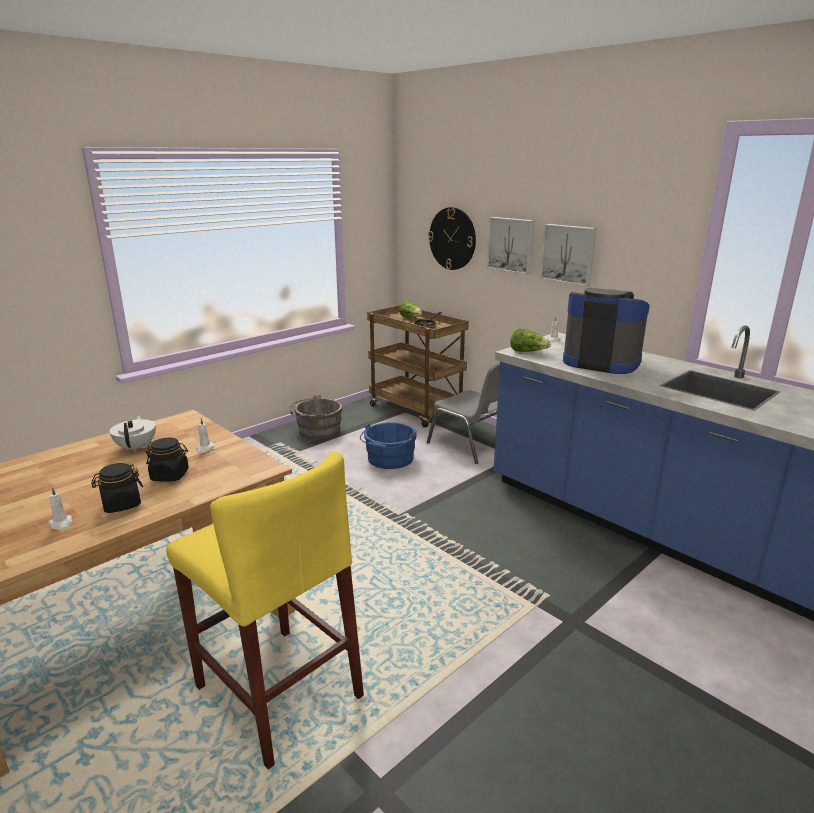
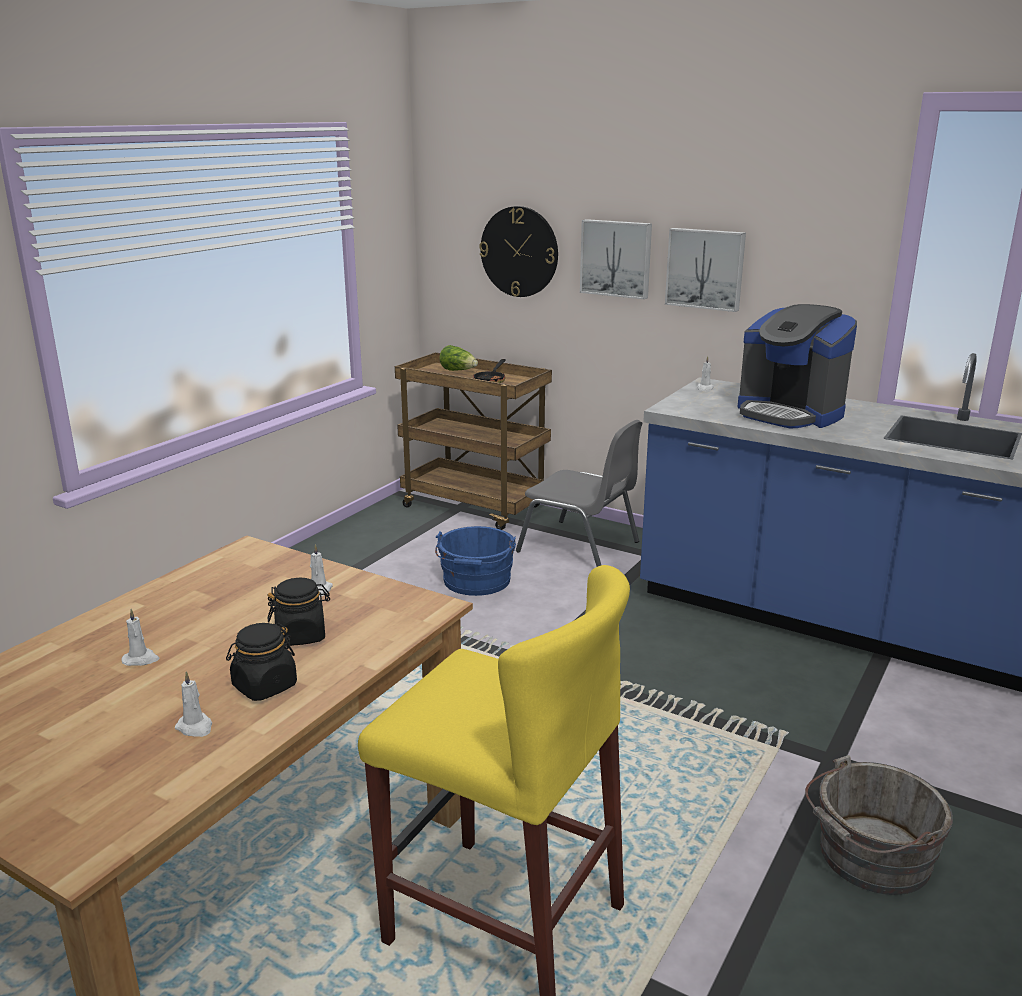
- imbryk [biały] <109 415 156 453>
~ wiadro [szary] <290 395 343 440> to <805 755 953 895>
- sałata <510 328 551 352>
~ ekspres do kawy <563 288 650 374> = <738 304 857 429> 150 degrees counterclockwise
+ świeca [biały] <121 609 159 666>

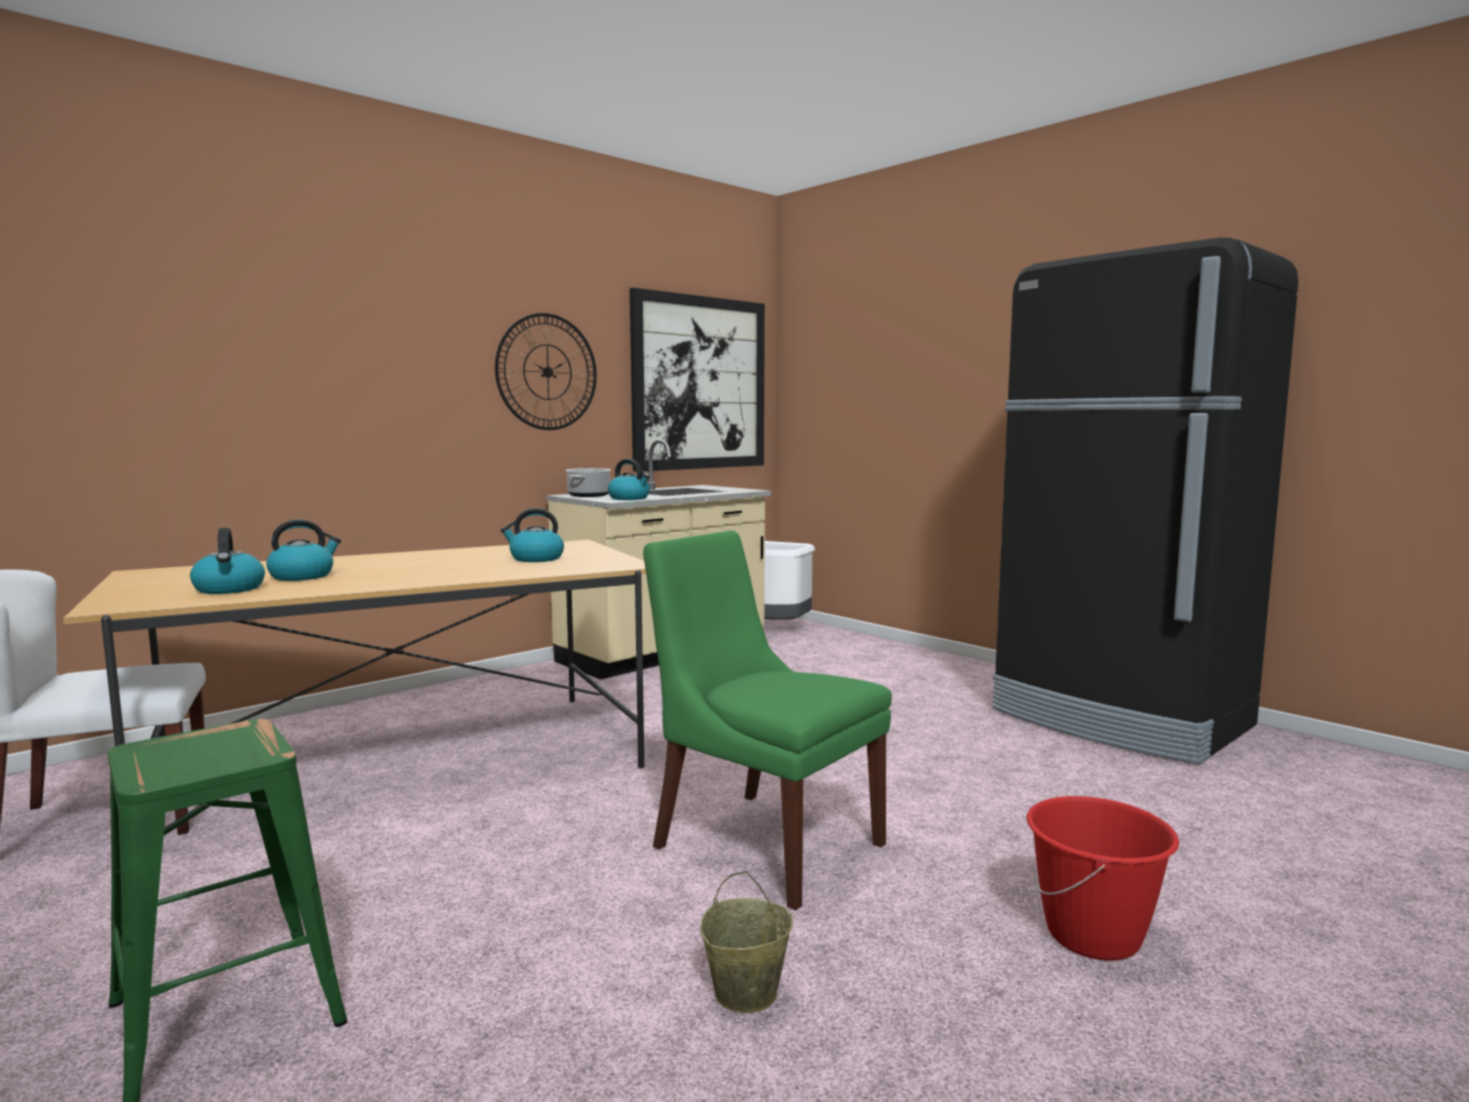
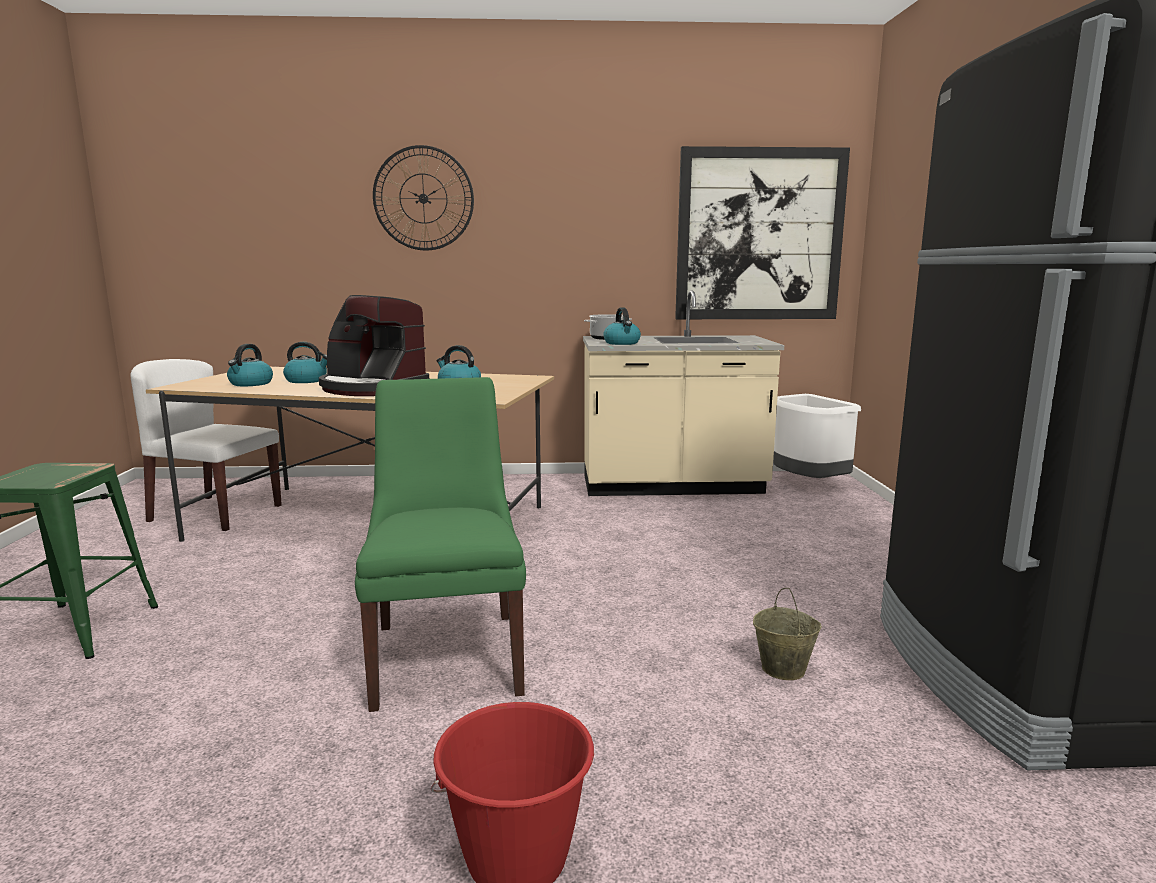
~ zegar ścienny <495 313 597 430> to <373 145 474 251>
~ wiadro [beżowy] <700 871 793 1013> to <753 588 822 680>
+ ekspres do kawy <319 295 429 396>

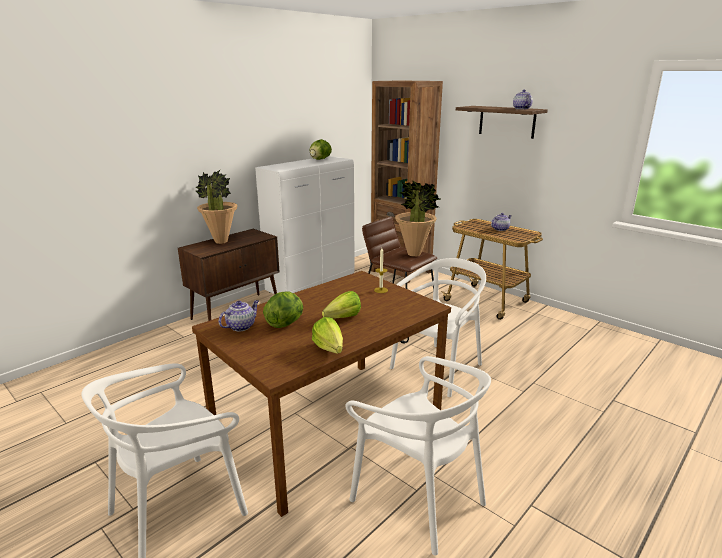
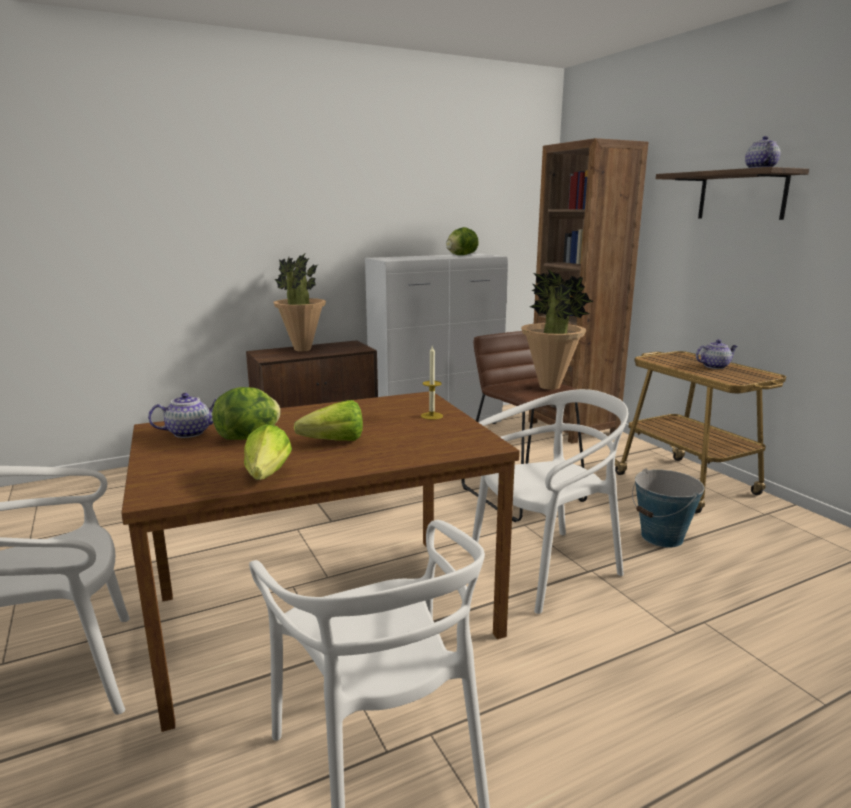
+ wiadro <632 468 705 547>

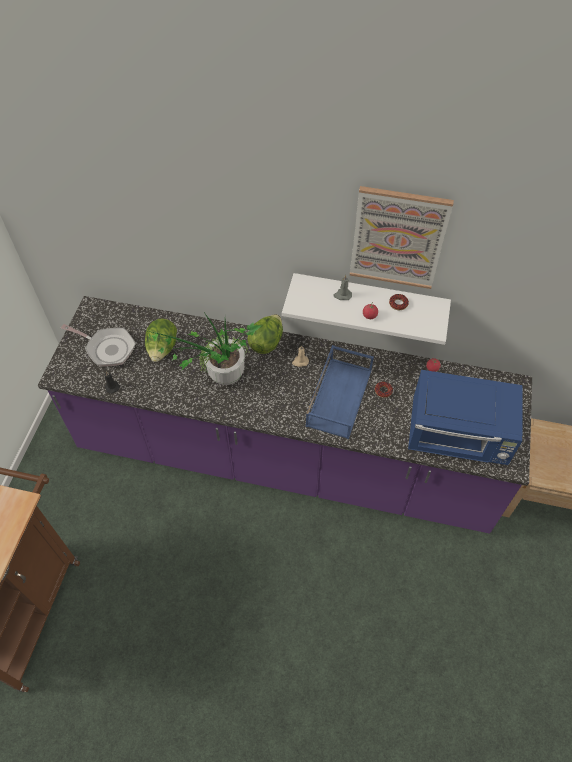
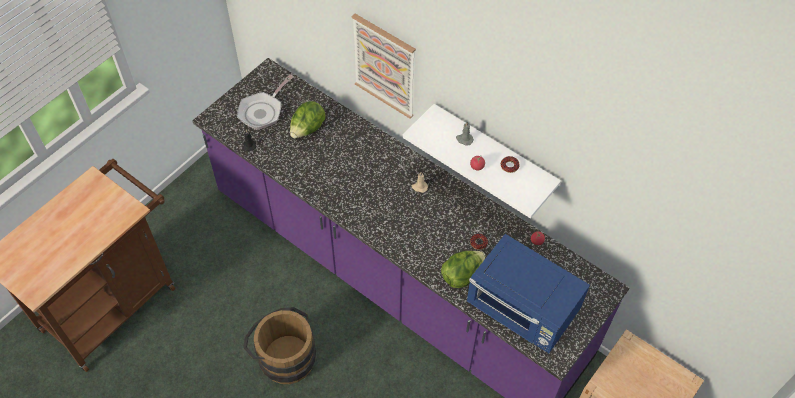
~ patelnia <61 324 136 367> = <237 74 294 130> 75 degrees clockwise
- roślina doniczkowa <144 311 261 385>
~ sałata <247 314 283 354> to <441 251 486 288>
- taca [niebieski] <306 345 374 439>
~ obraz <350 186 454 289> to <352 14 416 119>
+ wiadro [brązowy] <243 307 316 384>

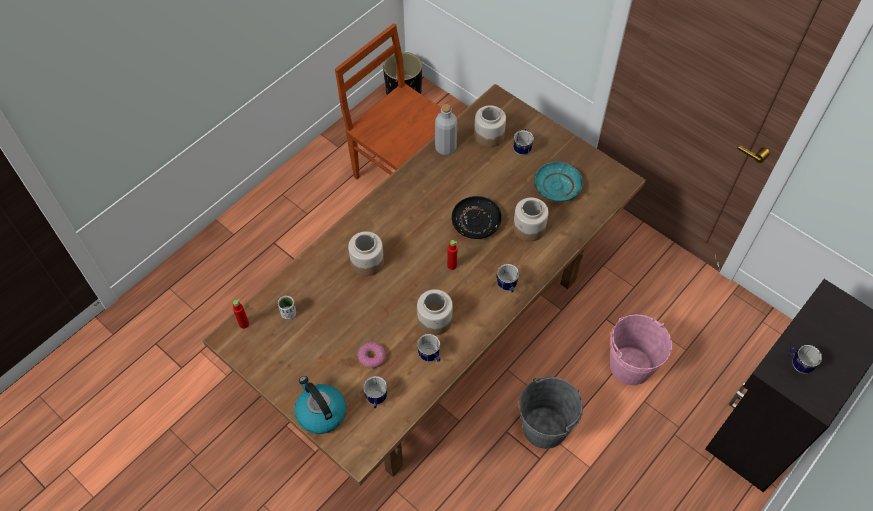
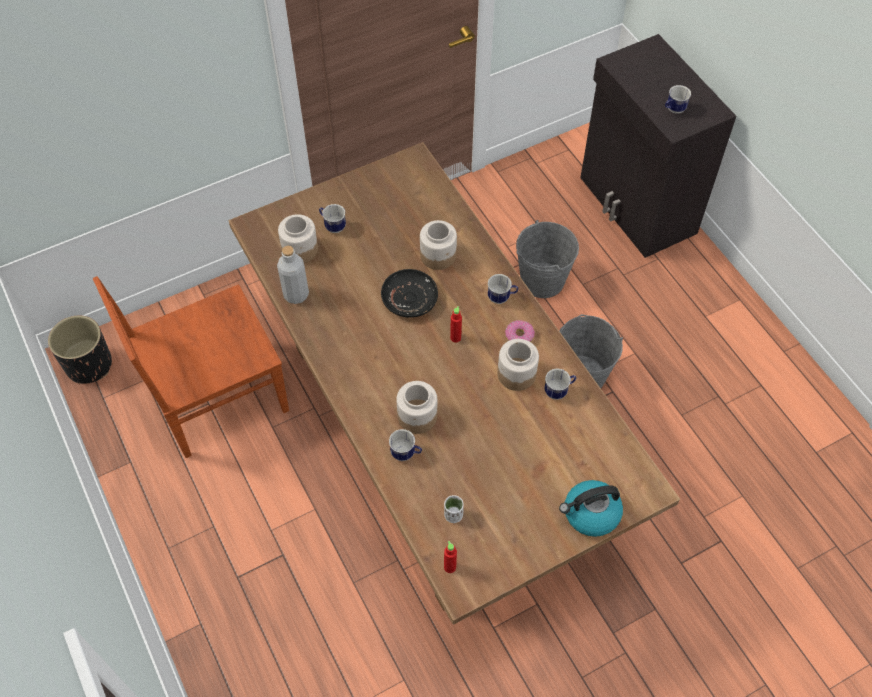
~ donut <357 342 386 369> to <505 320 535 342>
~ kubek <363 376 387 408> to <389 429 422 461>
- talerz [turkusowy] <534 162 583 202>
~ wiadro [różowy] <610 315 672 385> to wiadro [szary] <516 220 579 298>

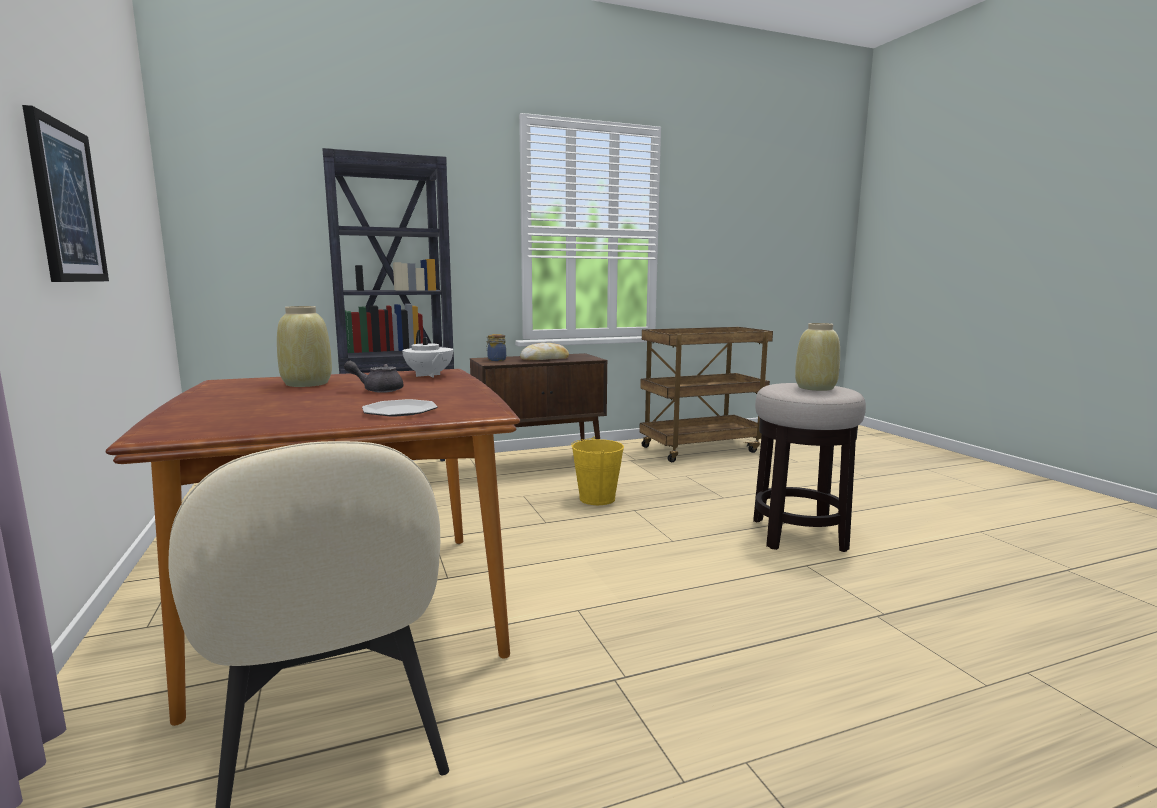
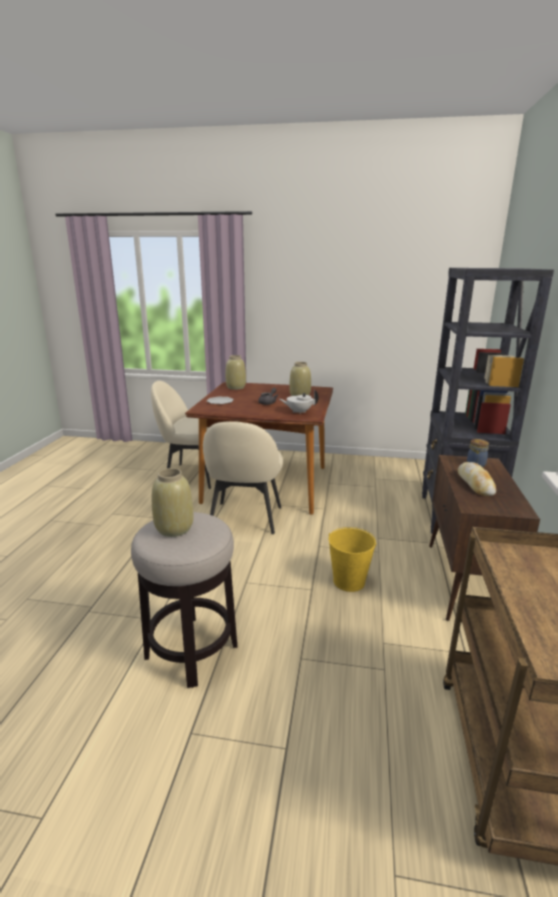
- obraz <22 105 109 282>
+ krzesło [beżowy] <203 421 283 534>
+ wazon [beżowy] <226 355 246 390>

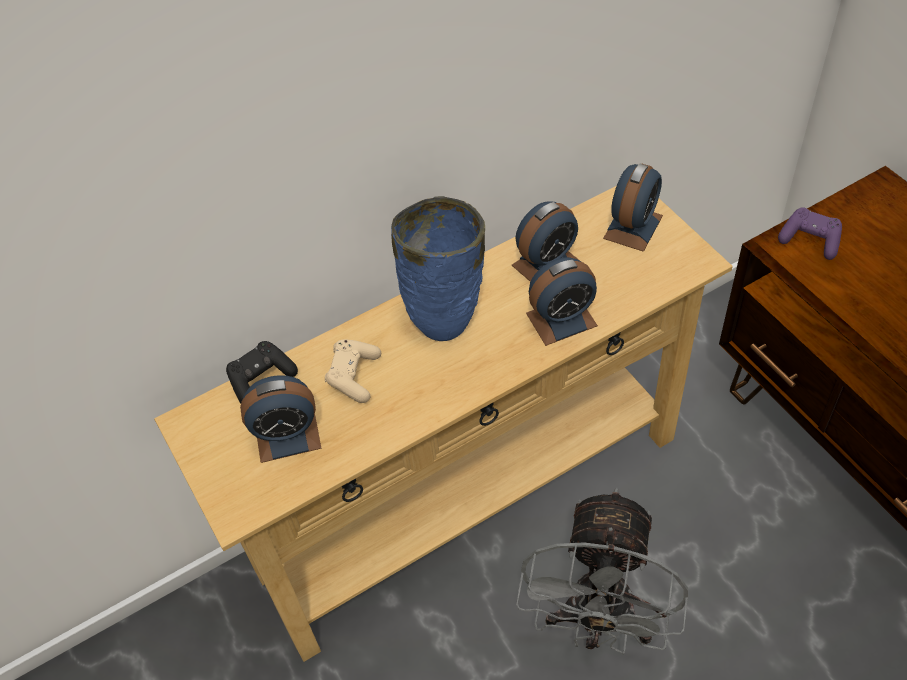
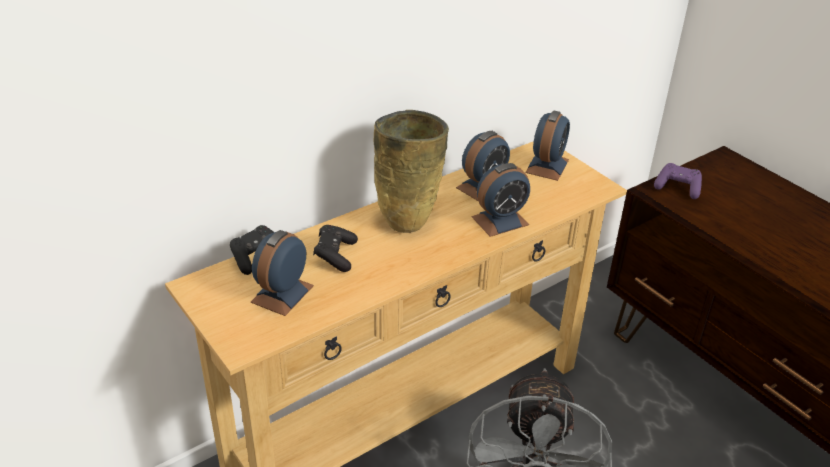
~ budzik <240 375 322 463> = <251 230 314 316> 135 degrees clockwise
~ pad do gier [beżowy] <325 340 381 403> to pad do gier [czarny] <313 225 358 272>
~ wazon [niebieski] <391 196 485 341> to wazon [beżowy] <374 110 449 233>

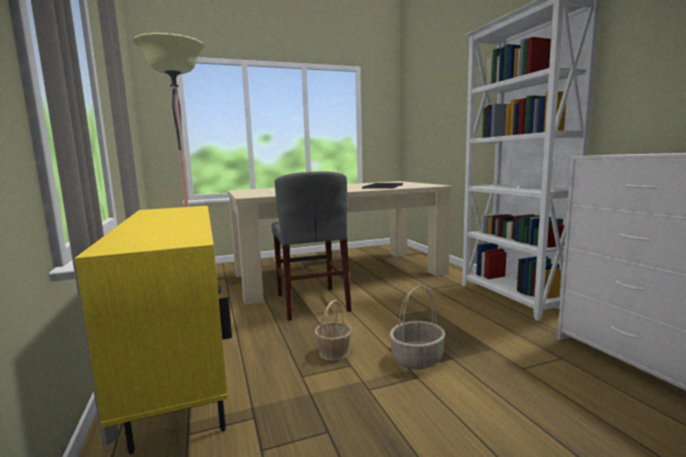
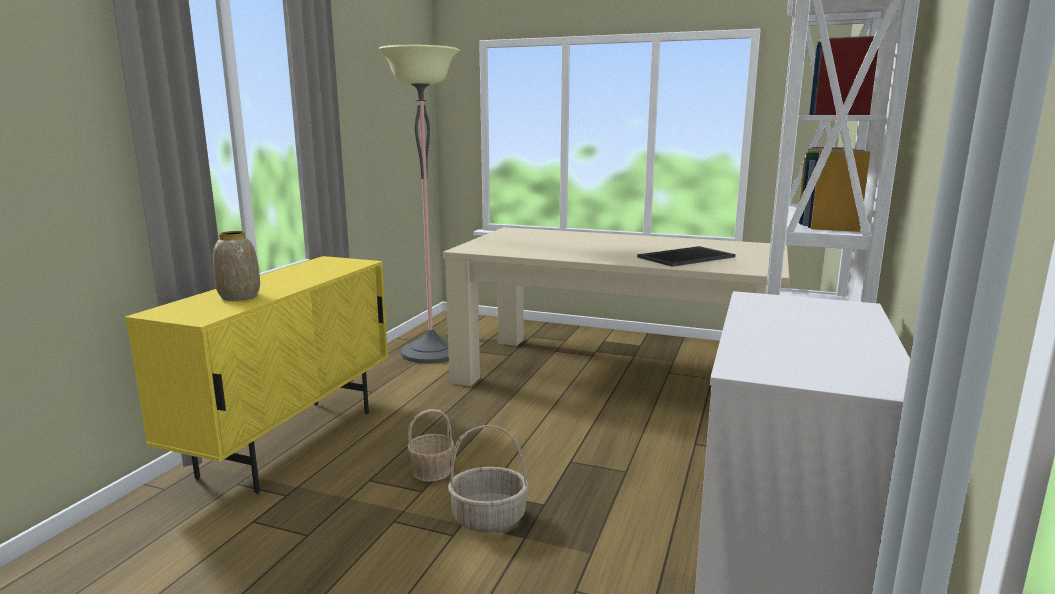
- krzesło [szary] <272 171 351 321>
+ wazon <213 231 260 301>

